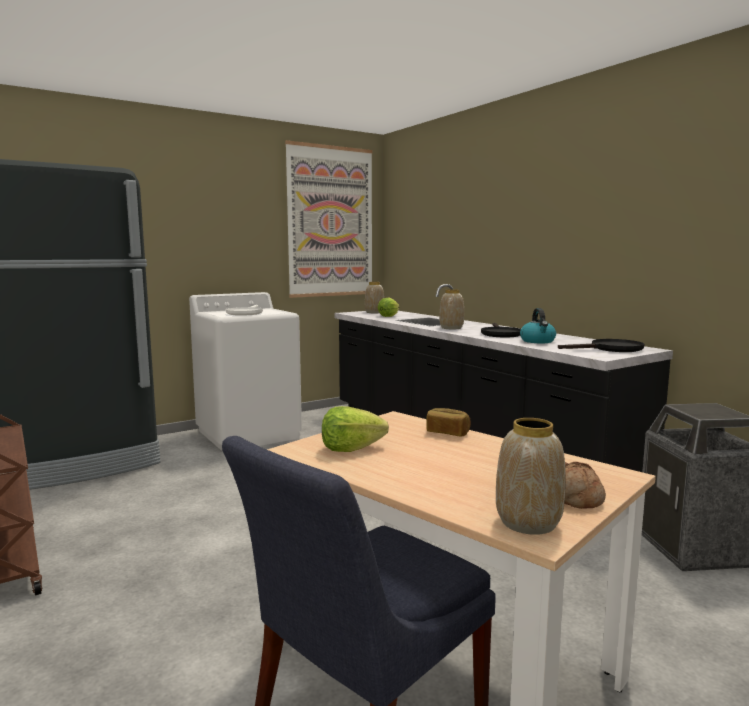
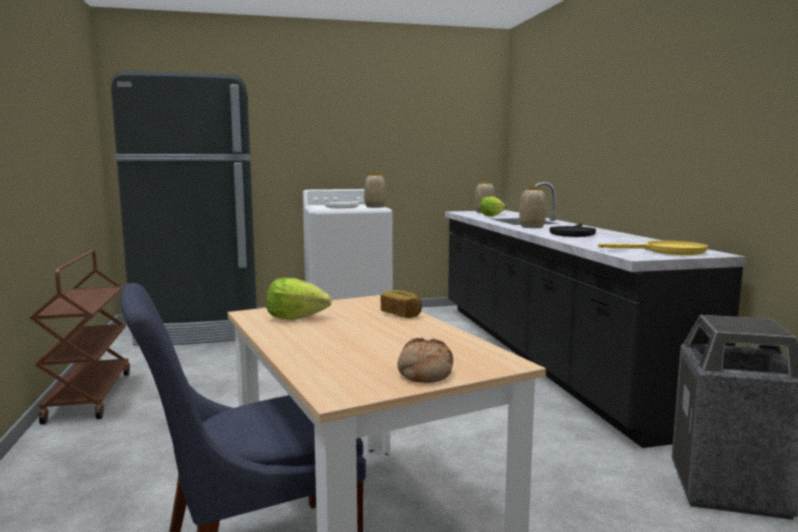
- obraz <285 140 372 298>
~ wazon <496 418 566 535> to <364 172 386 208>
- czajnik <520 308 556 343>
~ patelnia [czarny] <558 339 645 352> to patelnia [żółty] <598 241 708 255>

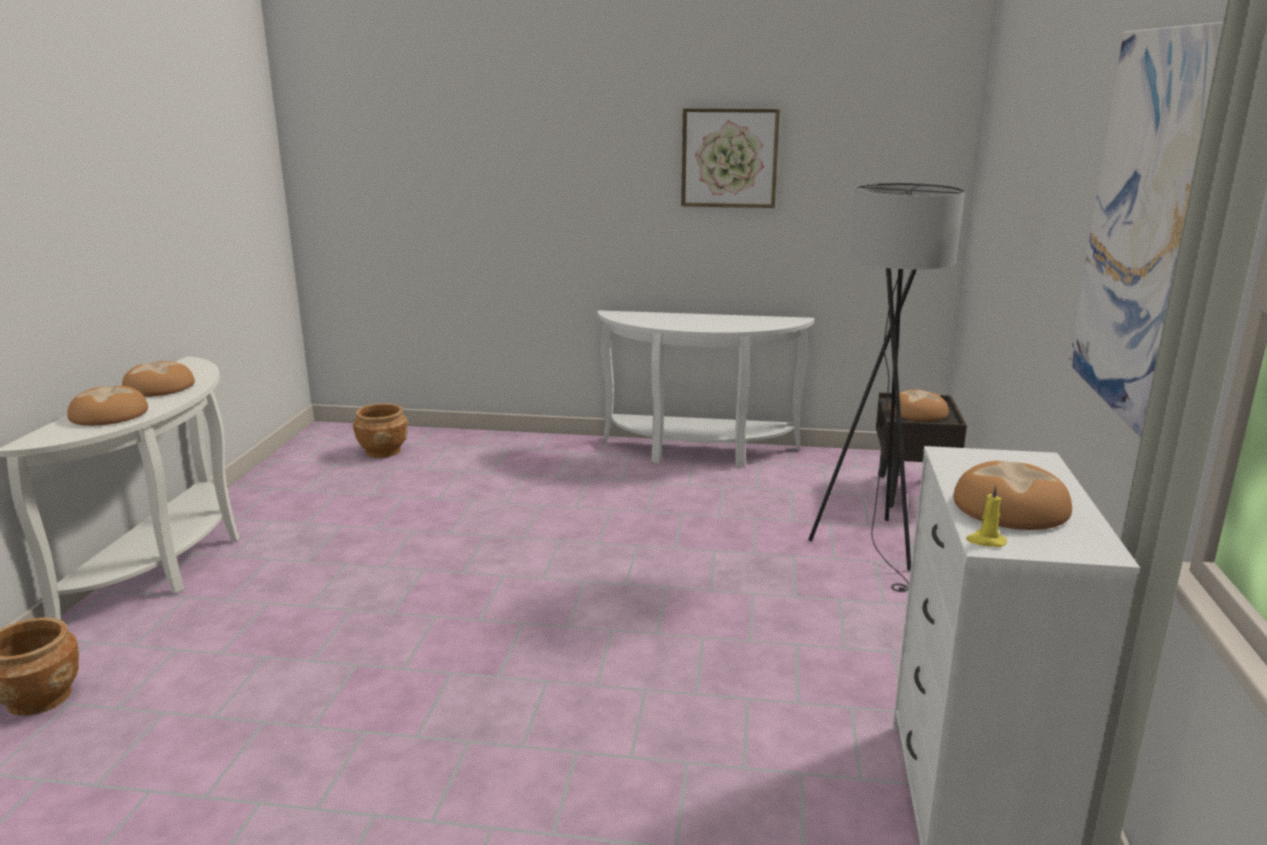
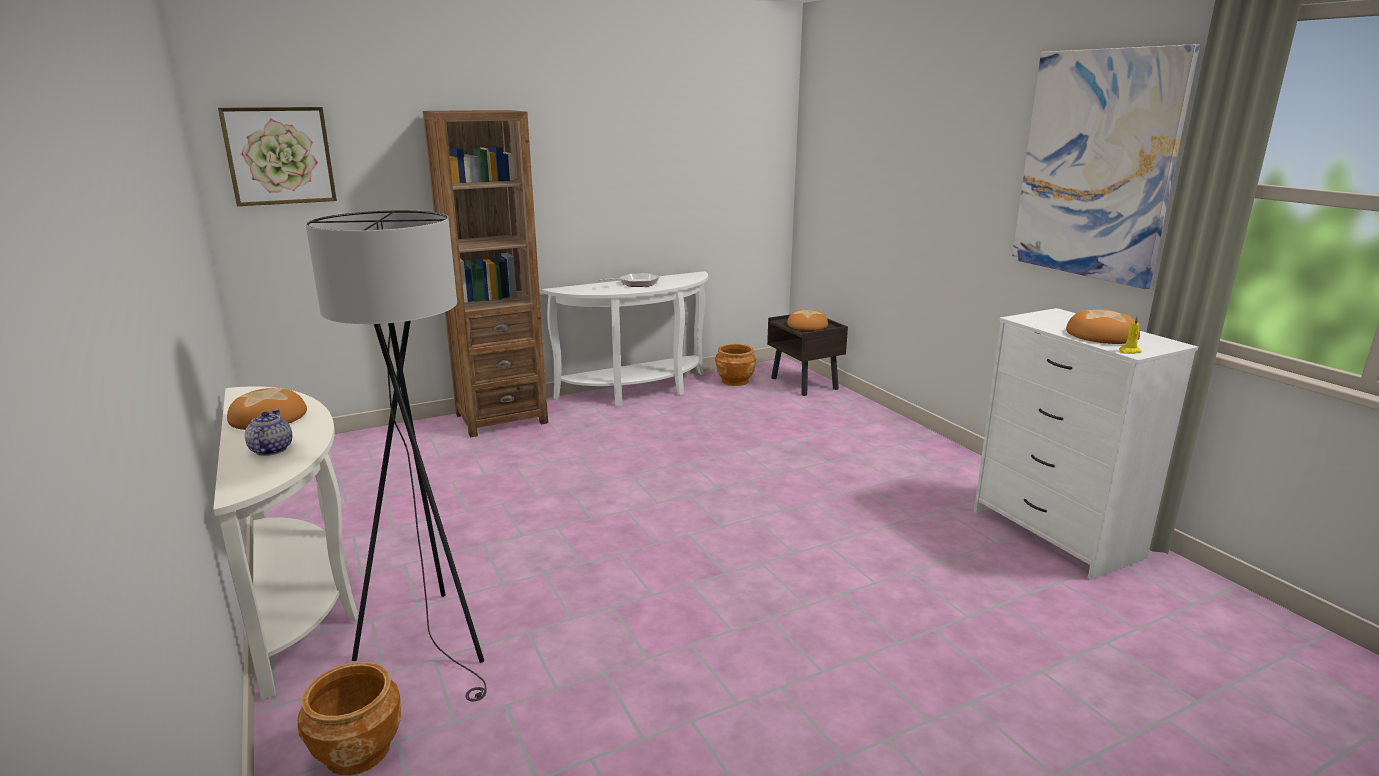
~ chleb <67 385 148 426> to imbryk <245 410 292 456>
~ donica [brązowy] <353 403 408 458> to <715 344 756 386>
~ obraz <681 108 780 208> to <218 107 337 206>
~ lampa stojąca [szary] <808 183 965 592> to <306 210 486 701>
+ regał [brązowy] <423 110 548 438>
+ patelnia <599 273 659 287>

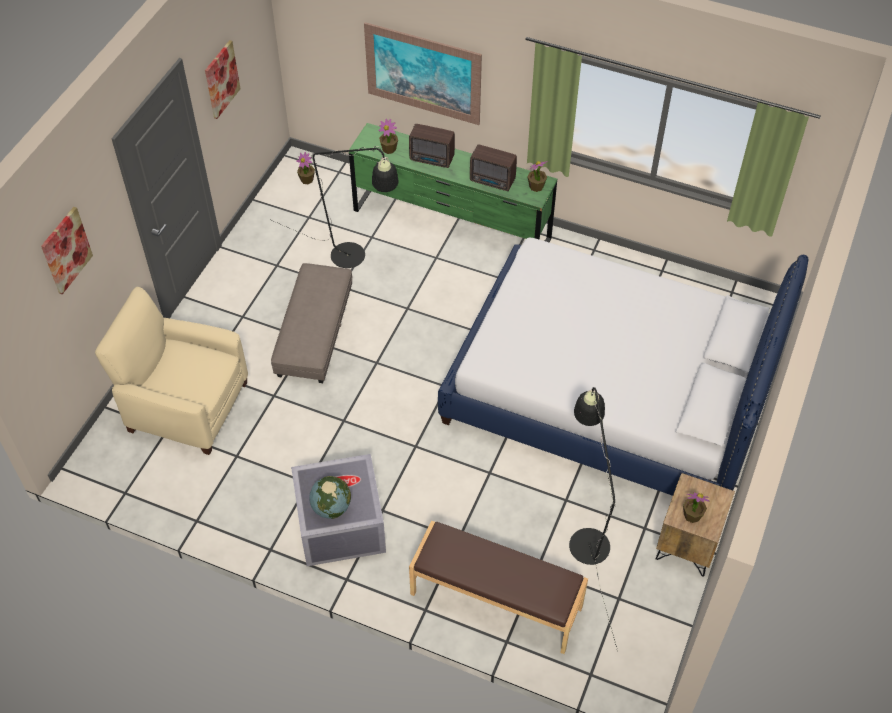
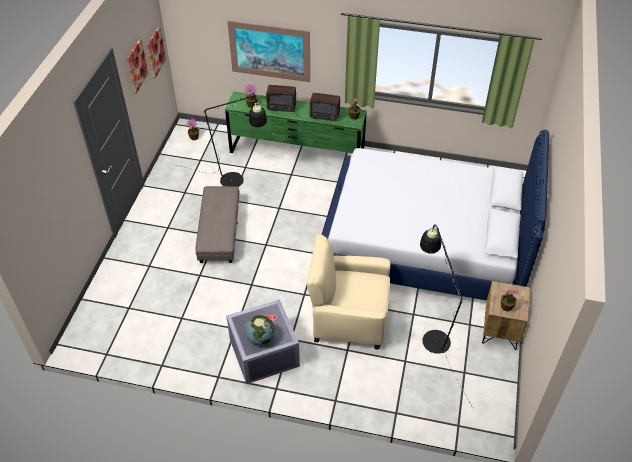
~ obraz <41 207 93 294> to <147 26 166 79>
~ fotel [beżowy] <95 287 248 455> to <306 234 390 350>
- ławka [brązowy] <409 521 588 654>

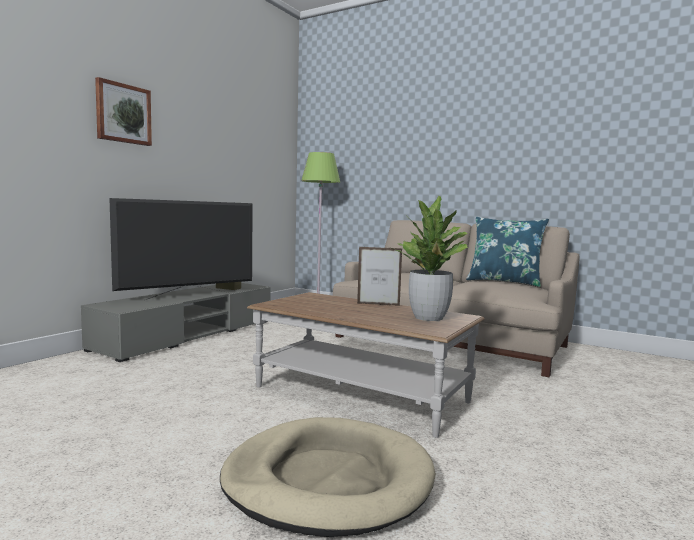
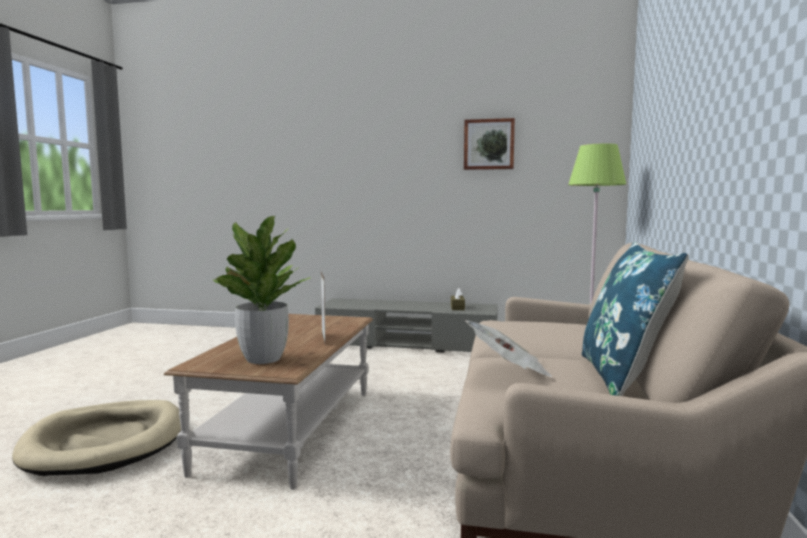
~ obraz <95 77 152 146> to <464 118 515 170>
- telewizor <109 198 253 300>
+ gazeta <465 320 552 377>

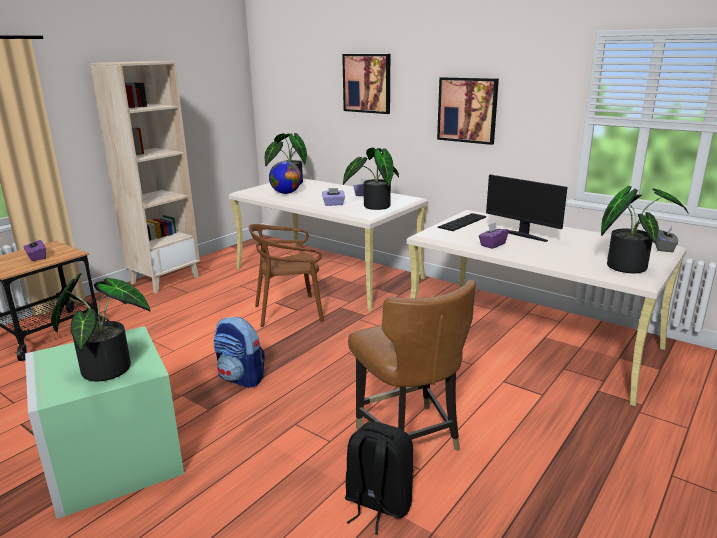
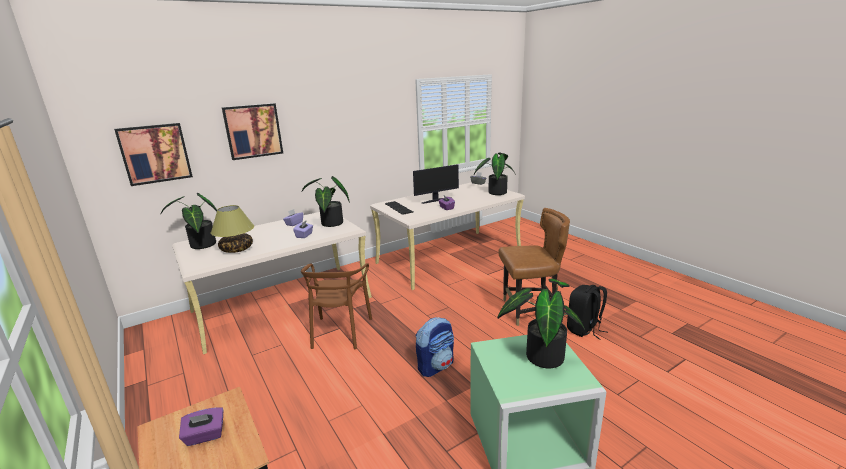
- regał [beżowy] <89 61 200 293>
~ globus <269 161 302 194> to lampa stołowa <211 205 254 253>
~ obraz <437 77 499 145> to <114 123 193 186>

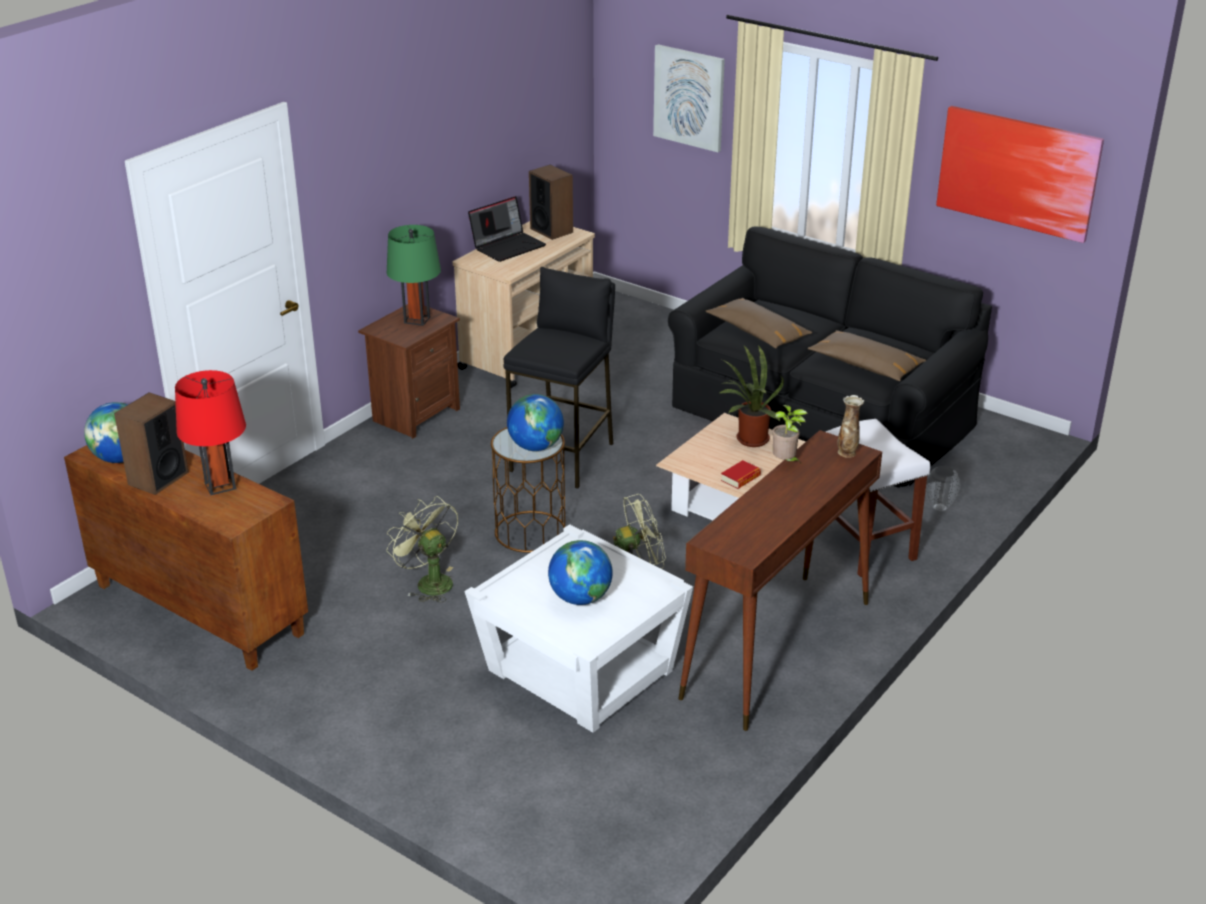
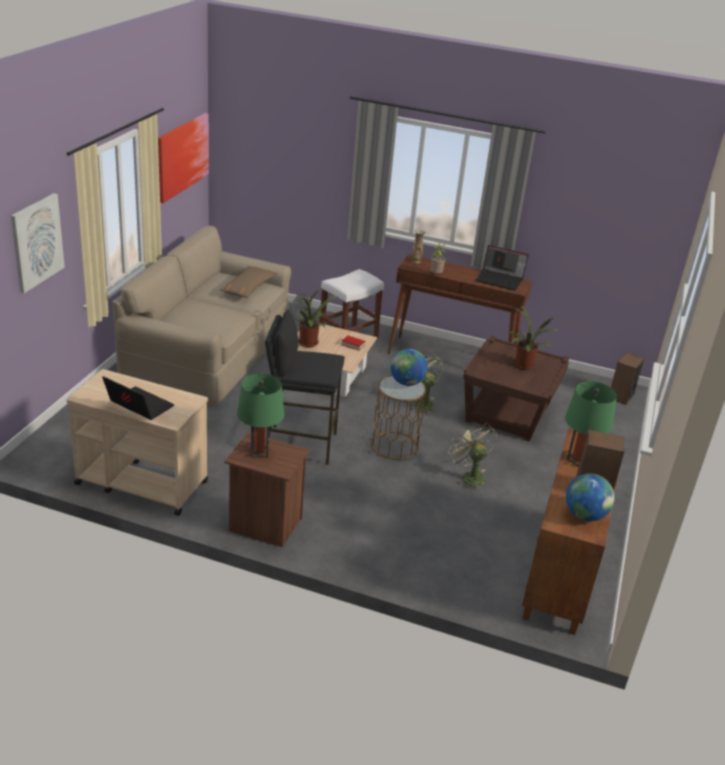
~ lampa stołowa [czerwony] <175 370 246 495> to lampa stołowa [zielony] <565 381 617 466>
~ wentylator [zielony] <386 496 458 602> = <448 423 498 492> 120 degrees clockwise
~ stolik [biały] <464 524 693 733> to stolik [brązowy] <463 336 570 441>
~ głośnik <529 165 573 240> to <611 352 644 405>
~ globus <548 540 613 605> to roślina doniczkowa <507 305 559 370>
~ kanapa [czarny] <668 226 992 488> to kanapa [beżowy] <112 226 291 406>
- poduszka [brązowy] <706 298 813 348>
+ laptop <476 245 528 291>

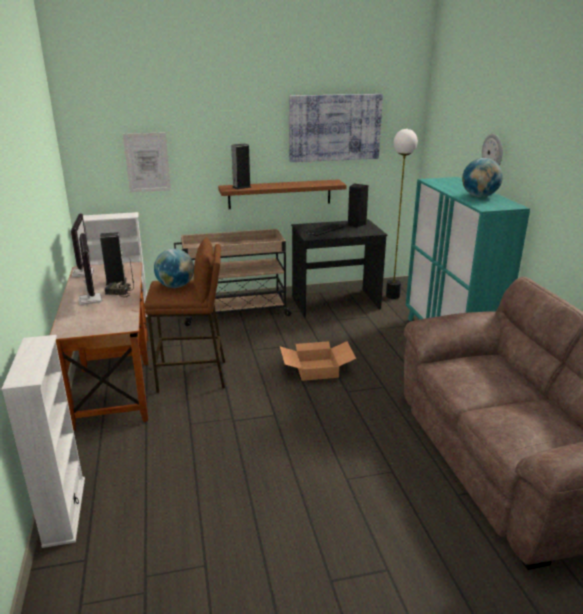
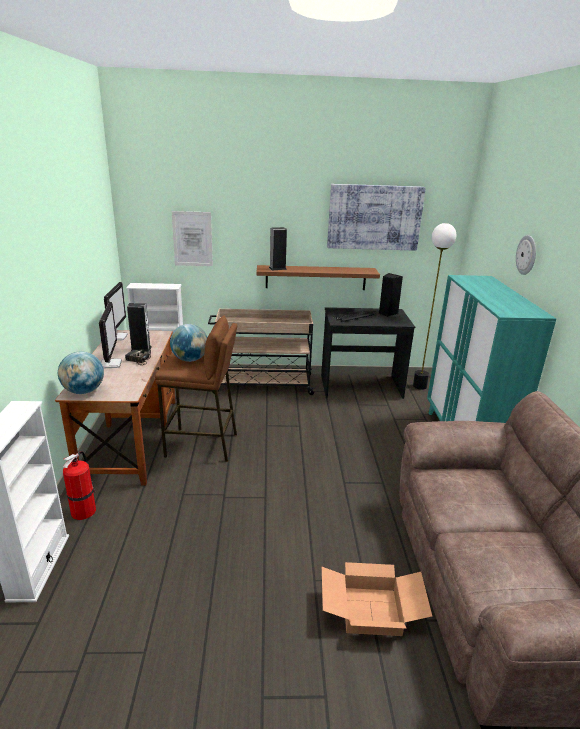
~ karton <280 341 356 381> to <322 562 432 636>
~ globus <462 158 503 197> to <58 352 104 394>
+ gaśnica <63 451 96 520>

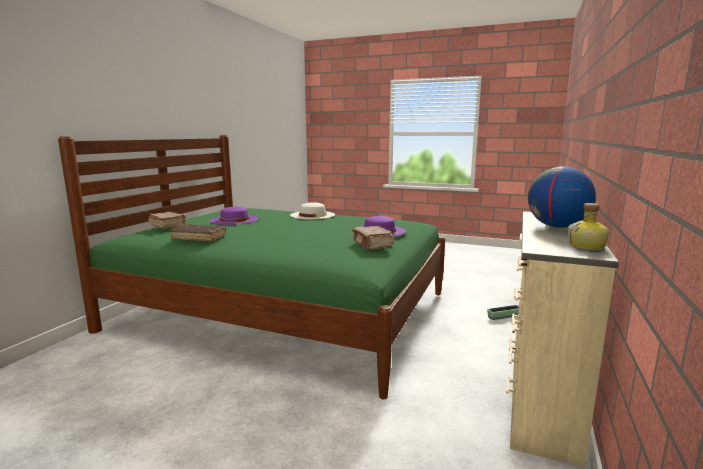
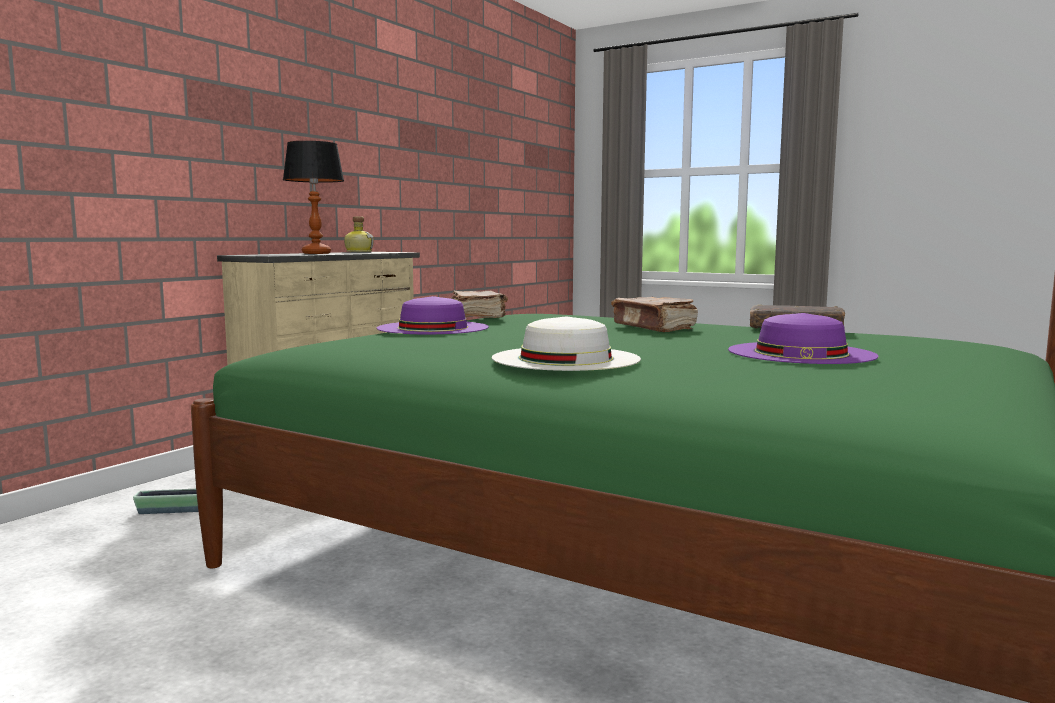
~ książka [brązowy] <148 212 186 229> to <611 297 698 332>
~ globus <528 167 596 228> to lampa stołowa <283 141 344 254>

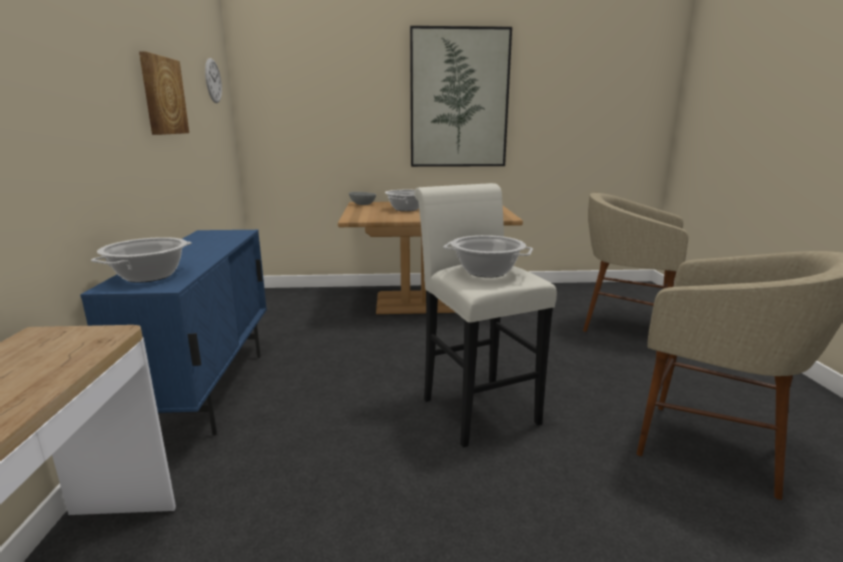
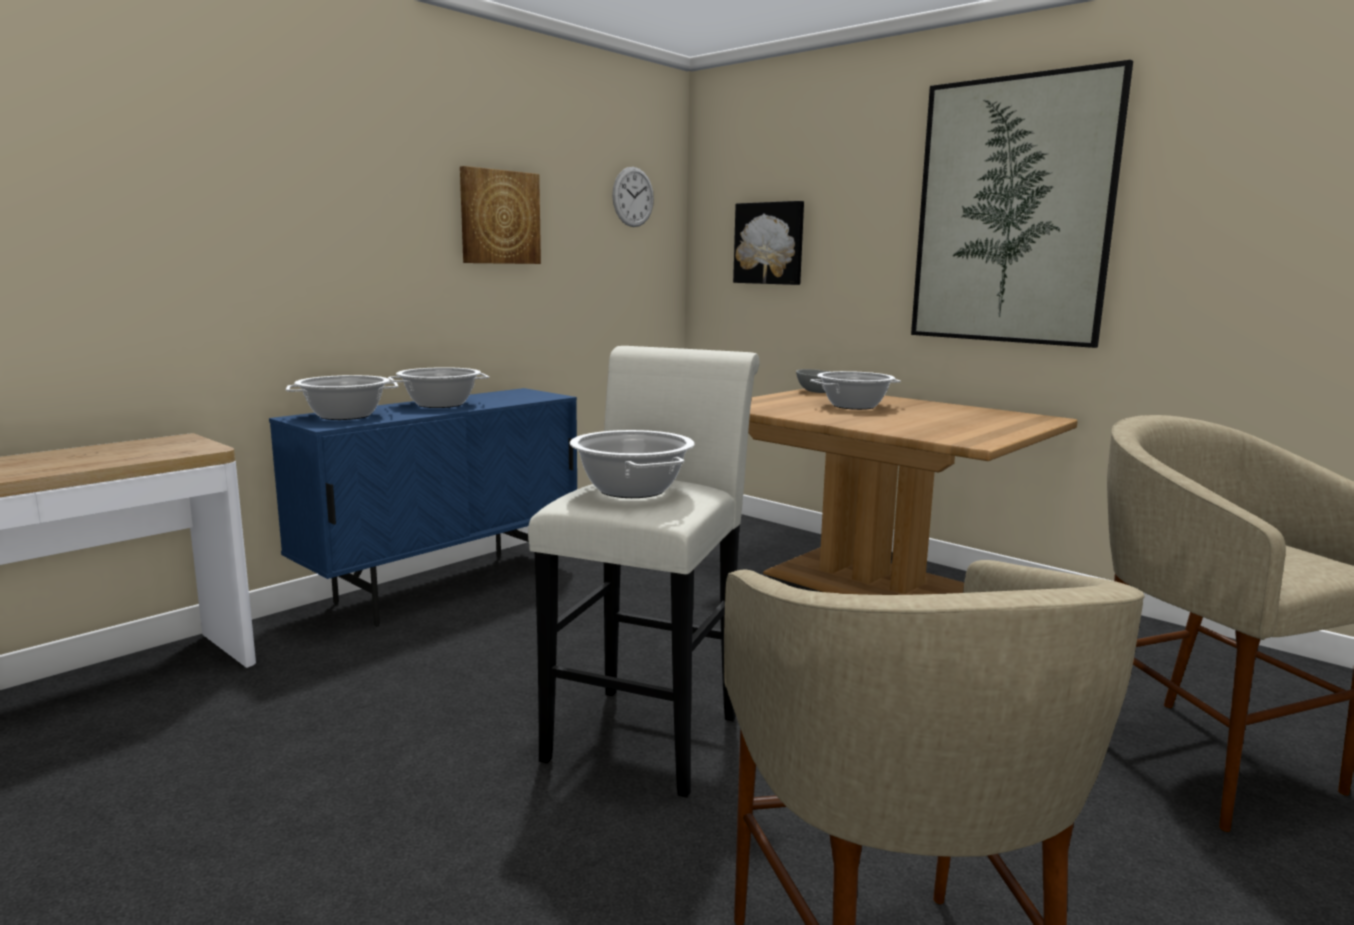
+ garnek <388 367 489 408>
+ obraz <733 201 804 285>

